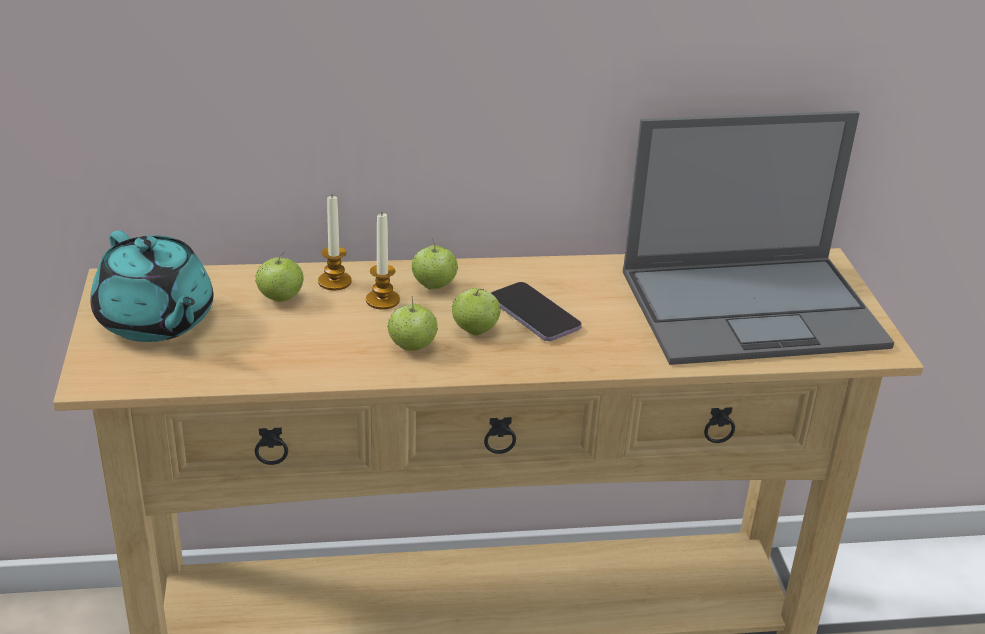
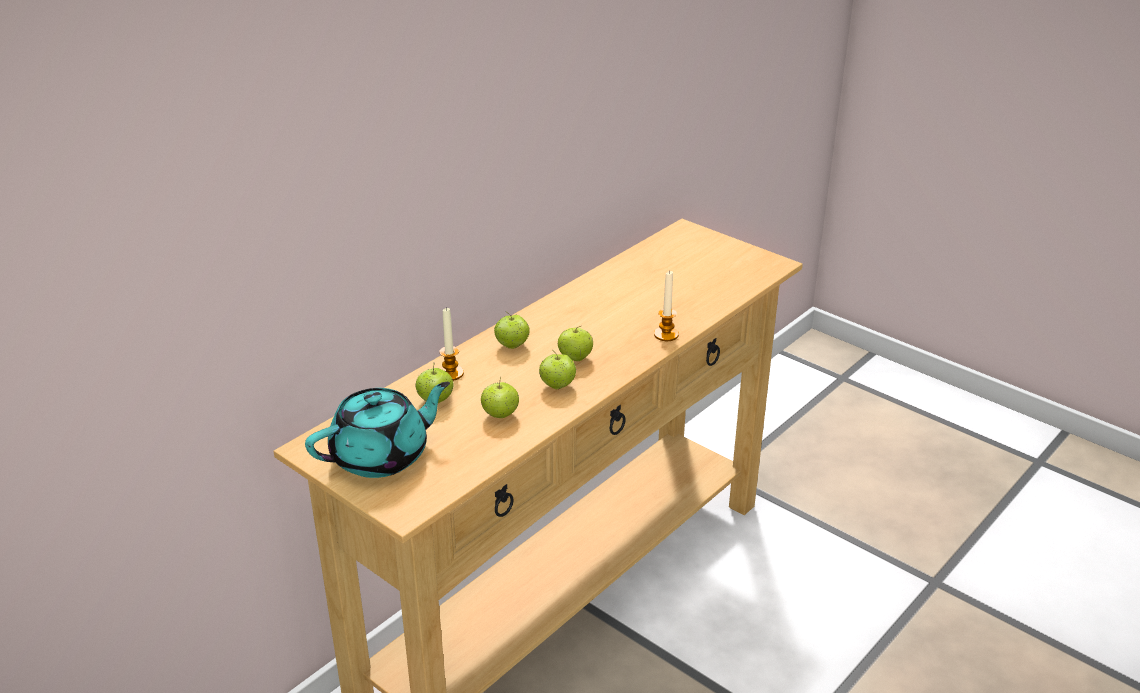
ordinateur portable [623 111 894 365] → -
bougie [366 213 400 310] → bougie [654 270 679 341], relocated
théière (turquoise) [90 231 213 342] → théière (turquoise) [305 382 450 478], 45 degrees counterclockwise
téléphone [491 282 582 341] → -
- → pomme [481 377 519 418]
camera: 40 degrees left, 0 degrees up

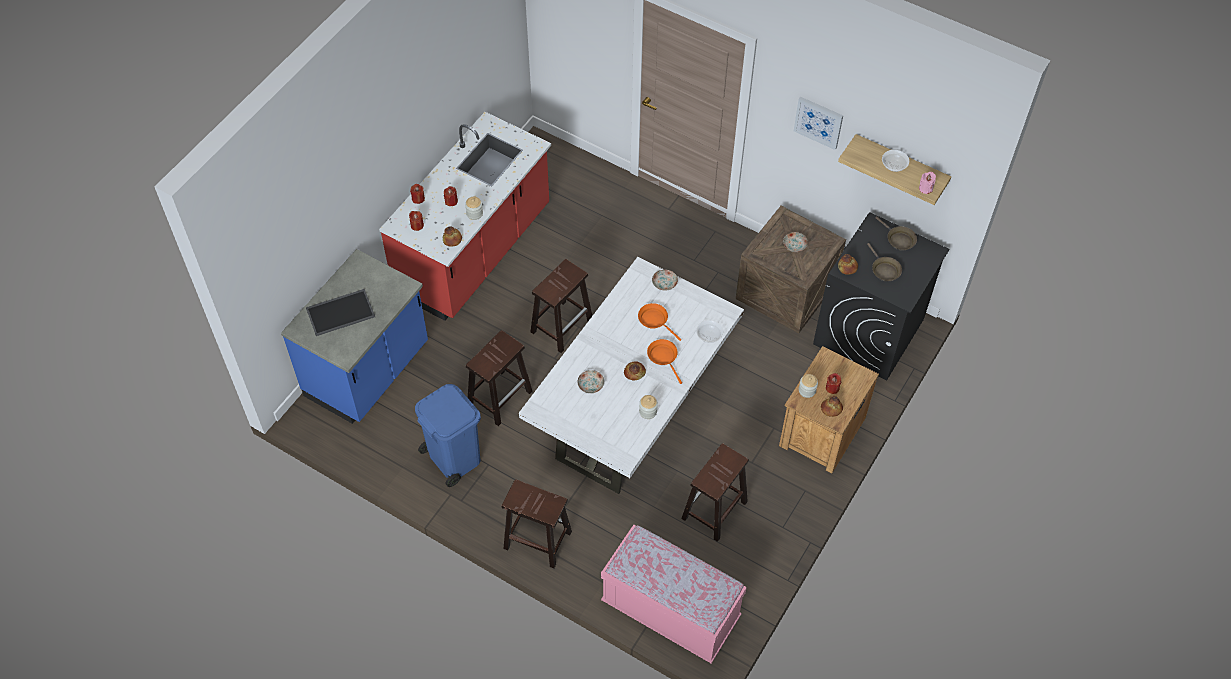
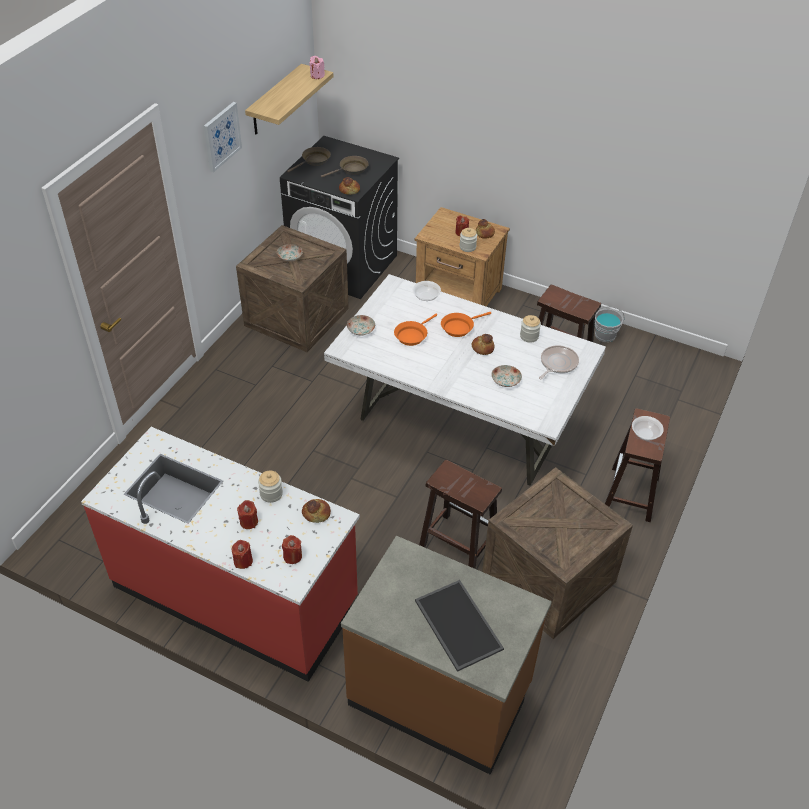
bol [882 150 909 172] → bol [632 416 664 440], relocated
comptoir de cuisine (bleu) [281 249 428 424] → comptoir de cuisine (marron) [341 536 552 774]
tabouret (marron) [531 259 592 353] → -
poubelle (bleu) [415 384 481 487] → caisse [482 467 633 639]
banc (rose) [601 525 747 664] → -
- → seau (gris) [595 307 625 342]
- → poêle [539 345 579 379]
camera: 95 degrees left, 10 degrees down

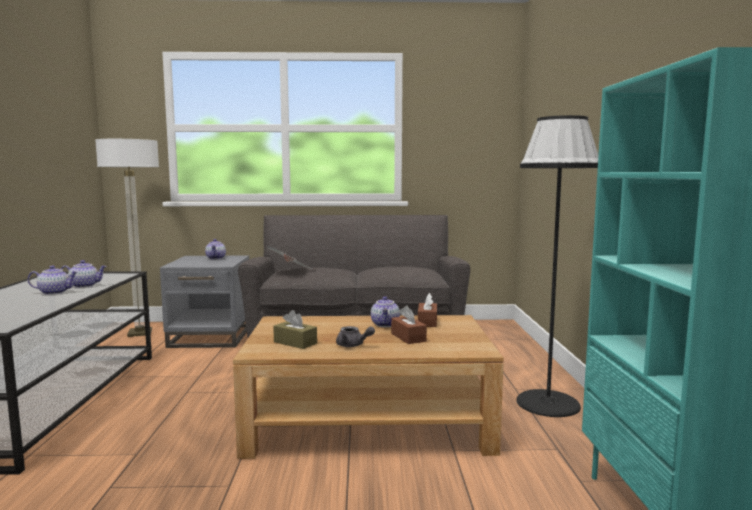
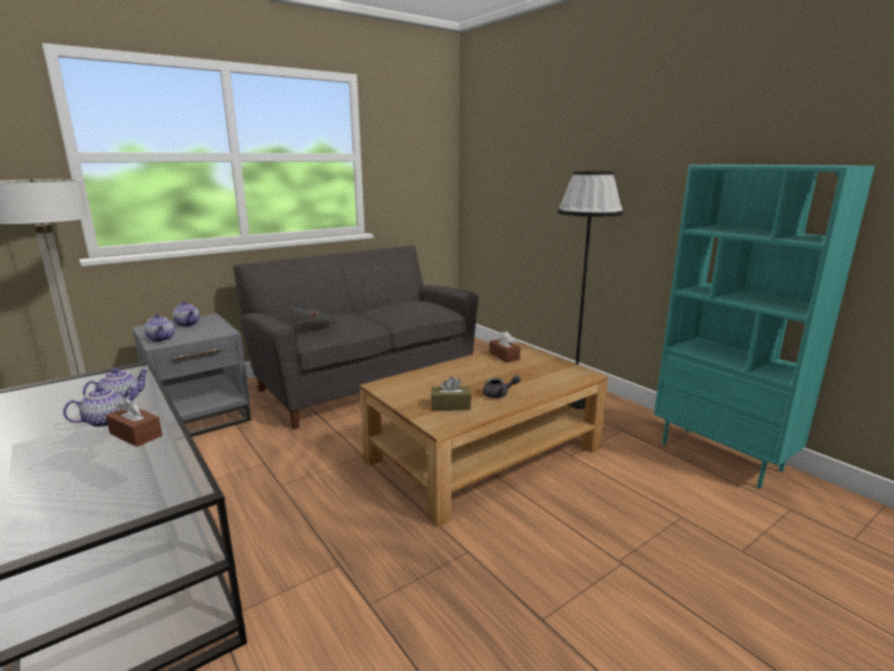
théière [371 296 400 327] → théière [144 314 175 342], relocated
boîte à mouchoirs (marron) [391 305 427 344] → boîte à mouchoirs (marron) [106 397 162 447], relocated
camera: 35 degrees left, 10 degrees up

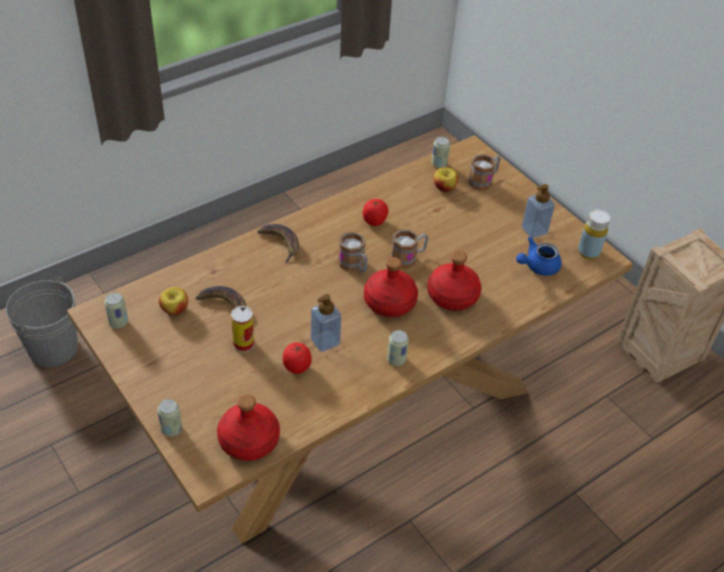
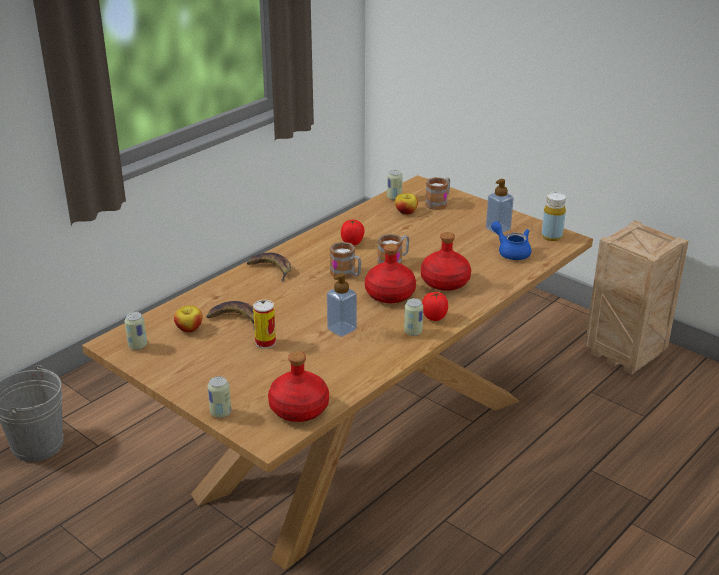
théière (bleu) [516 237 562 276] → théière (bleu) [491 221 531 260], 90 degrees clockwise
tomate [283 342 312 374] → tomate [422 292 448 321], relocated
camera: 10 degrees left, 15 degrees down

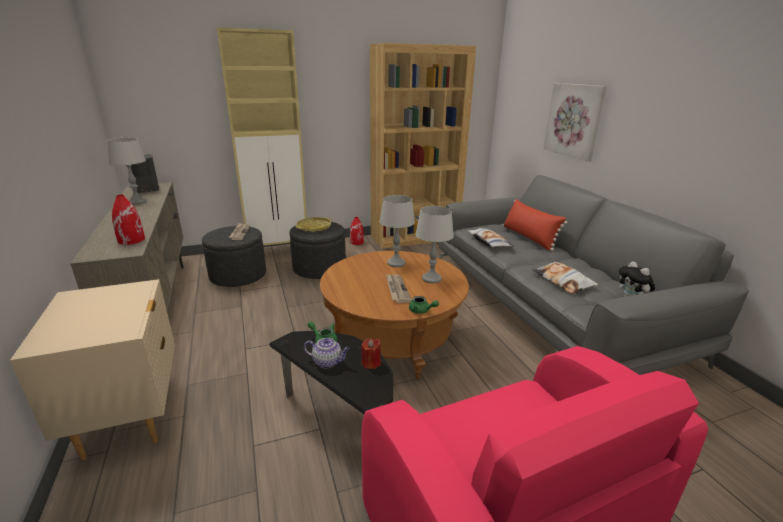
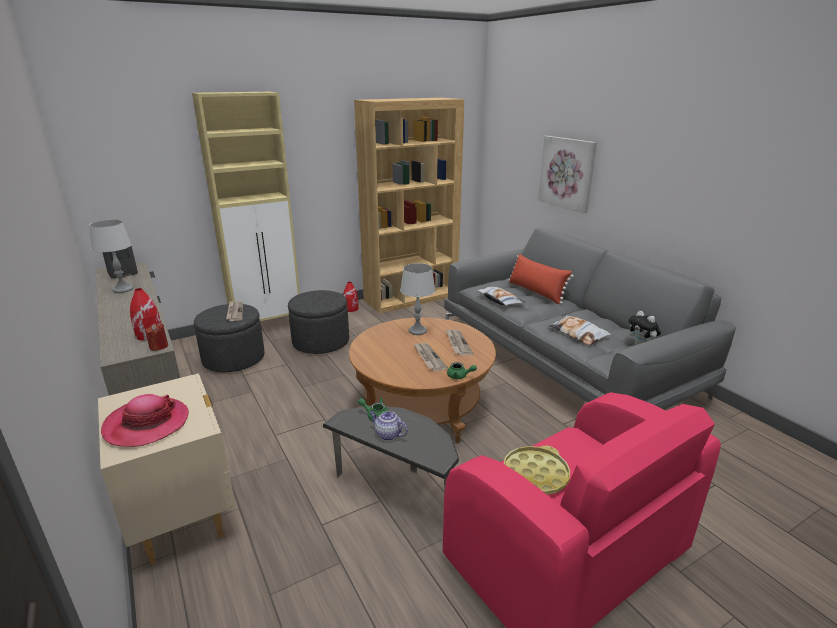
lampe de table (gris) [415 206 454 283] → journal [446 329 473 356]
plateau (jaune) [296 217 332 232] → plateau (jaune) [504 445 570 495], relocated
théière [304 338 350 368] → théière [369 411 408 441], 150 degrees counterclockwise
bougie (rouge) [361 338 381 369] → bougie (rouge) [145 323 168 351], relocated
- → chapeau [101 394 189 447]
camera: 10 degrees left, 0 degrees up

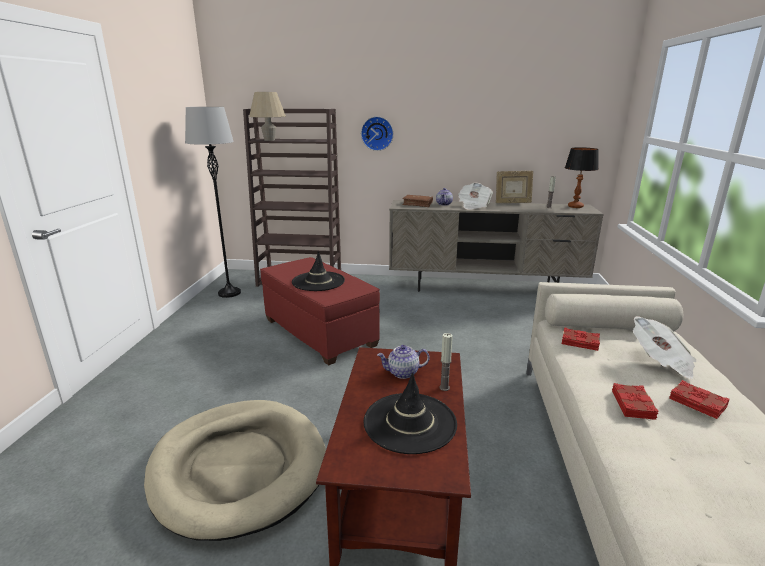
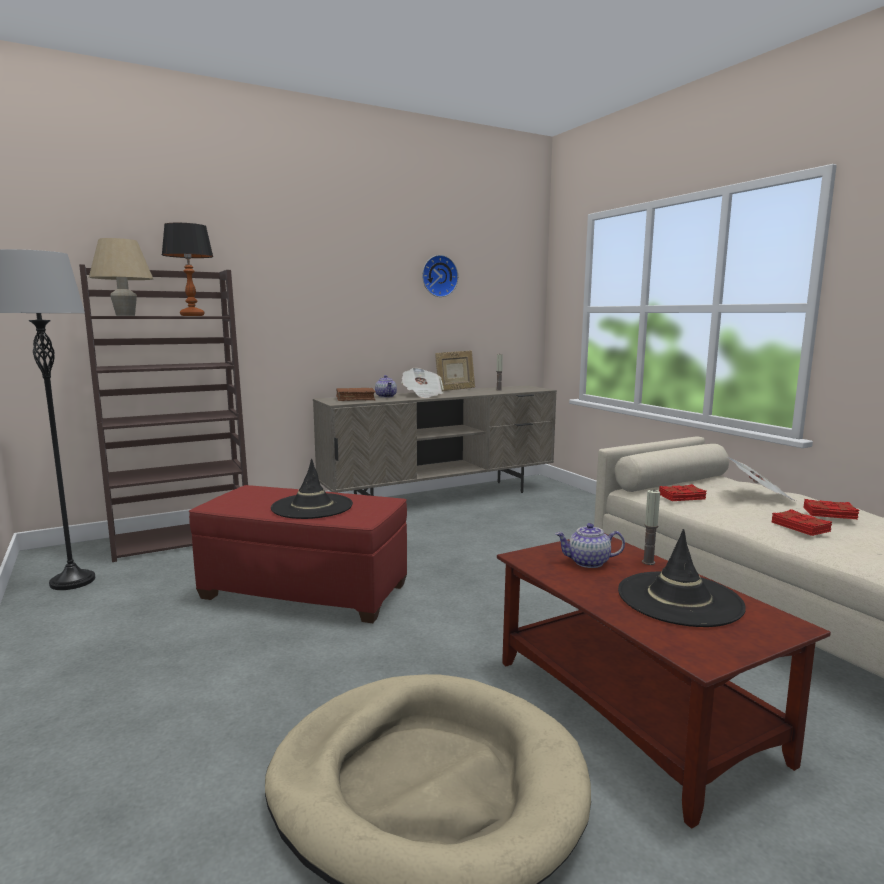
horloge murale [361 116 394 151] → horloge murale [422 255 458 297], relocated
lampe de table [565 147 599 208] → lampe de table [162 223 214 316], relocated
théière [377 345 430 379] → théière [555 523 625 568], 45 degrees clockwise
camera: 35 degrees left, 10 degrees down

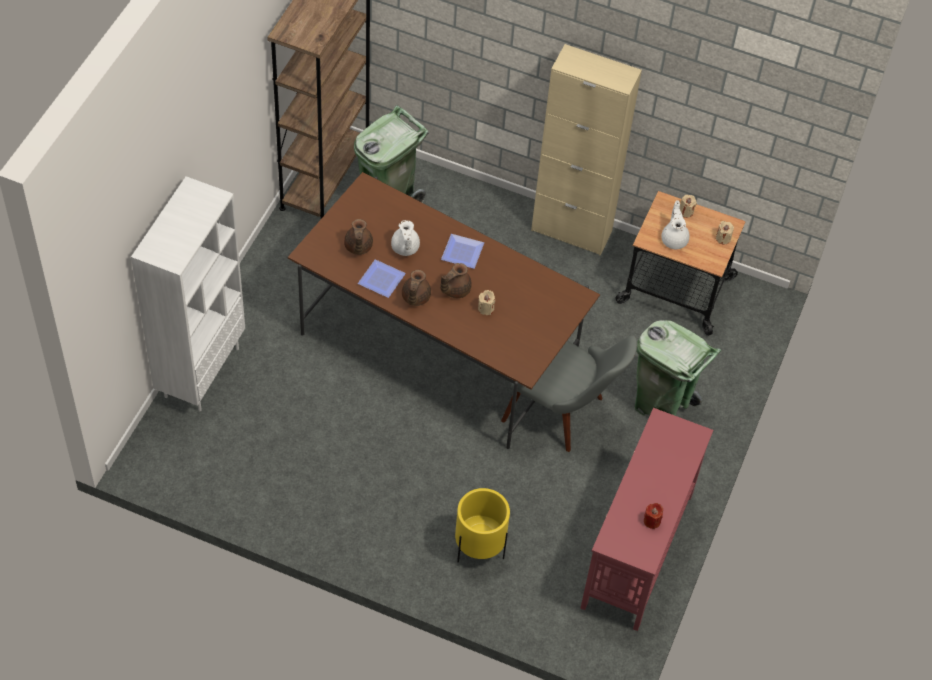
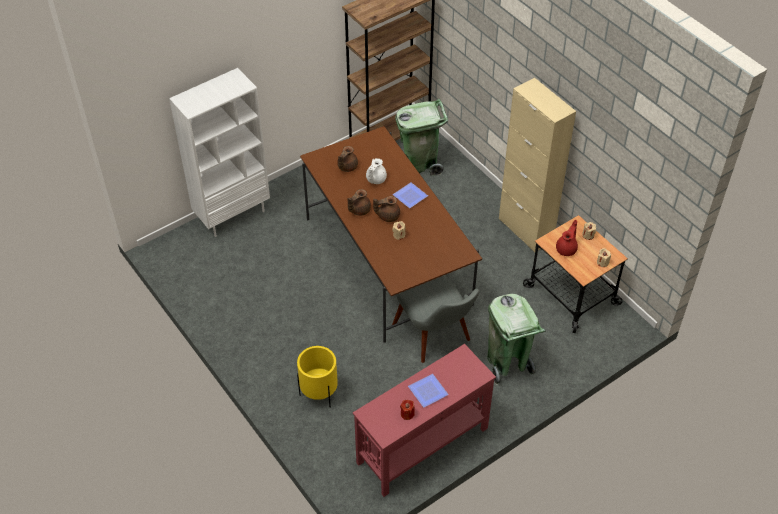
théière (blanc) [661 200 689 249] → théière (rouge) [556 220 578 256]
assiette [358 259 406 298] → assiette [408 374 449 408], relocated
camera: 35 degrees right, 5 degrees down

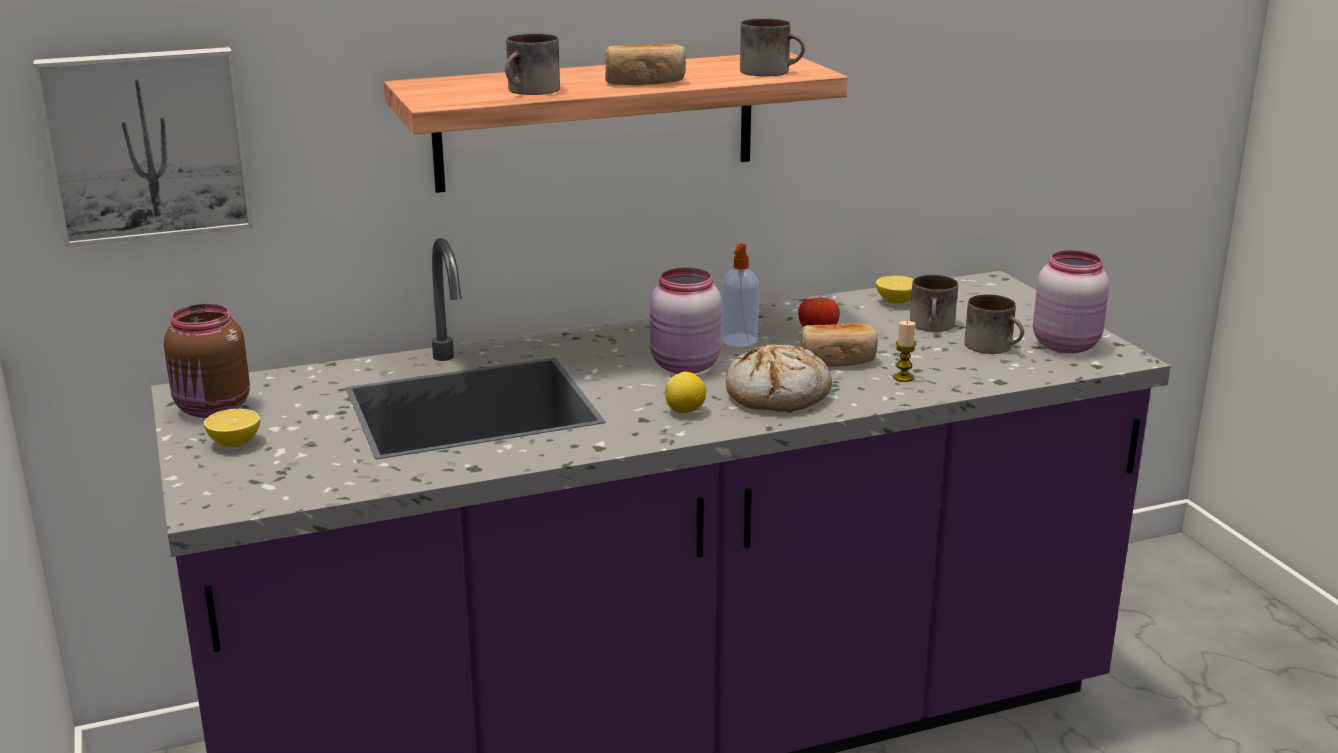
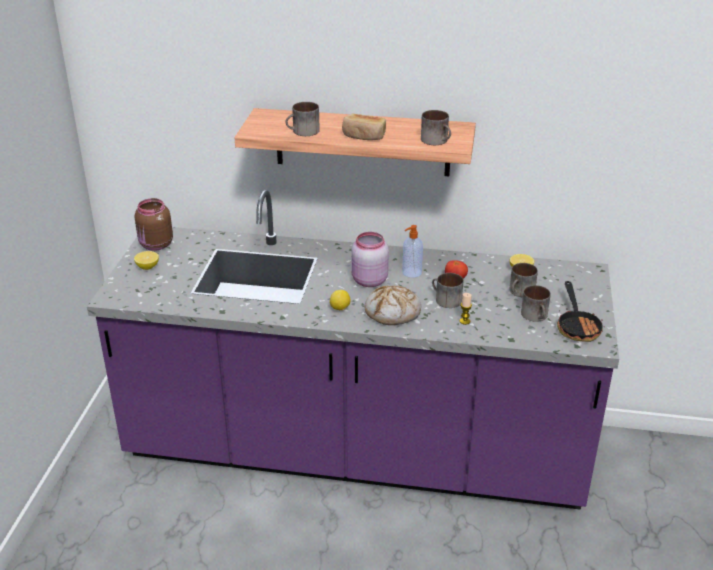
tableau [33 47 253 247] → -
bocal (rose) [1033 251 1109 353] → poêle [557 281 603 342]
pain [801 323 878 367] → mug [432 273 463 308]
camera: 30 degrees right, 10 degrees up

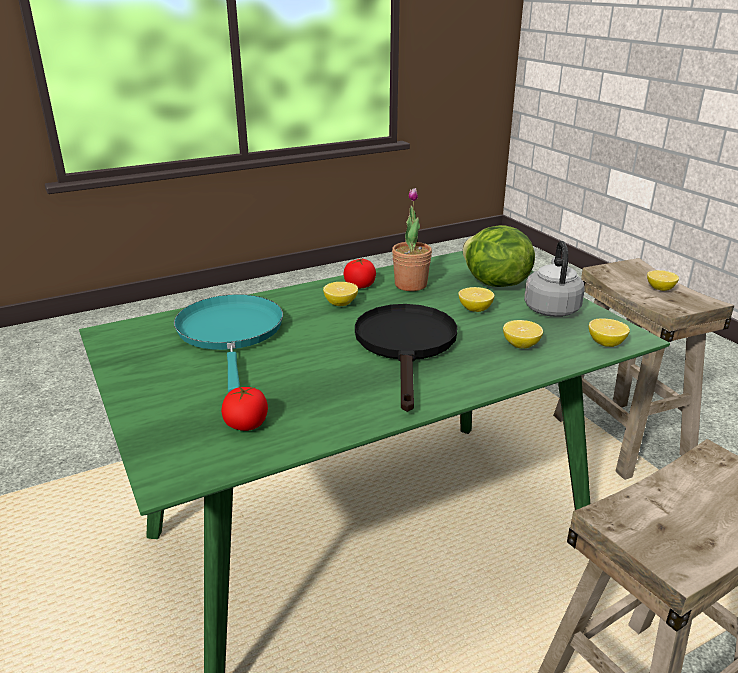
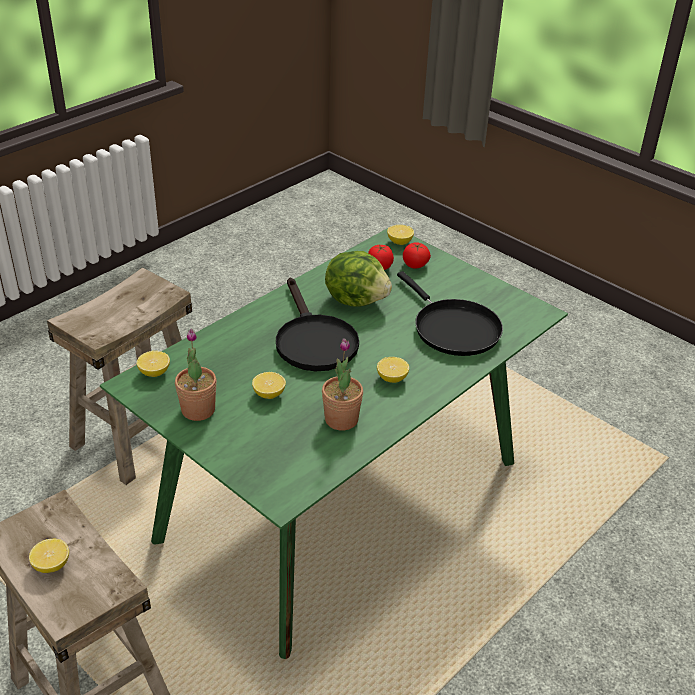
laitue [462 225 535 287] → laitue [325 251 392 307], relocated
bouilloire (gris) [524 241 585 317] → plante en pot [175 329 217 421]
tomate [344 258 376 289] → tomate [403 242 431 269], relocated
poêle (turquoise) [174 294 283 392] → poêle (noir) [397 271 503 356]
citron [503 320 543 348] → citron [387 225 414 245], relocated
camera: 160 degrees right, 10 degrees up

